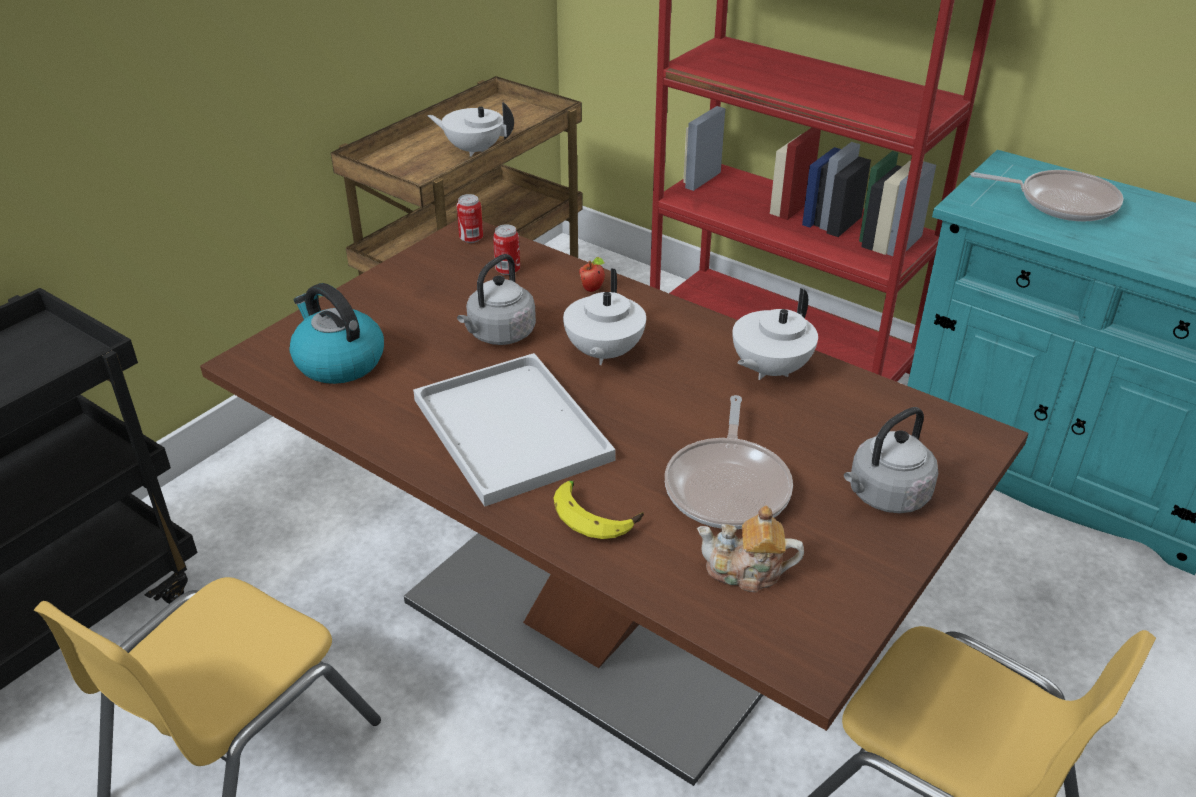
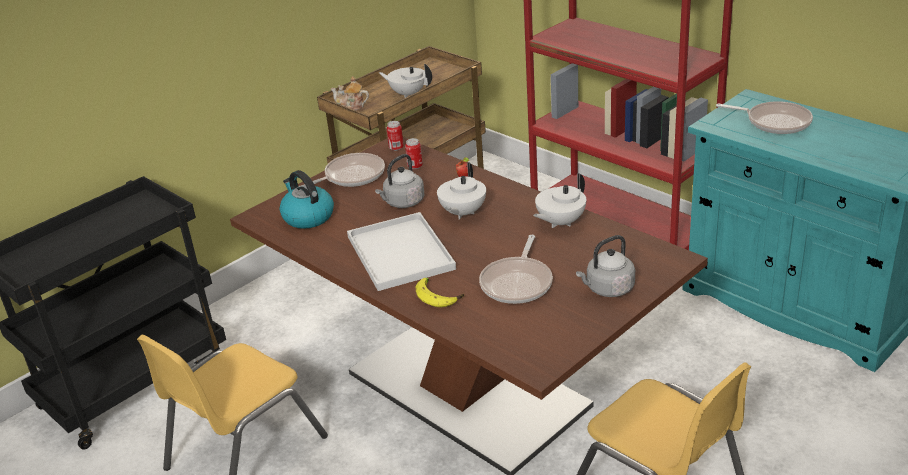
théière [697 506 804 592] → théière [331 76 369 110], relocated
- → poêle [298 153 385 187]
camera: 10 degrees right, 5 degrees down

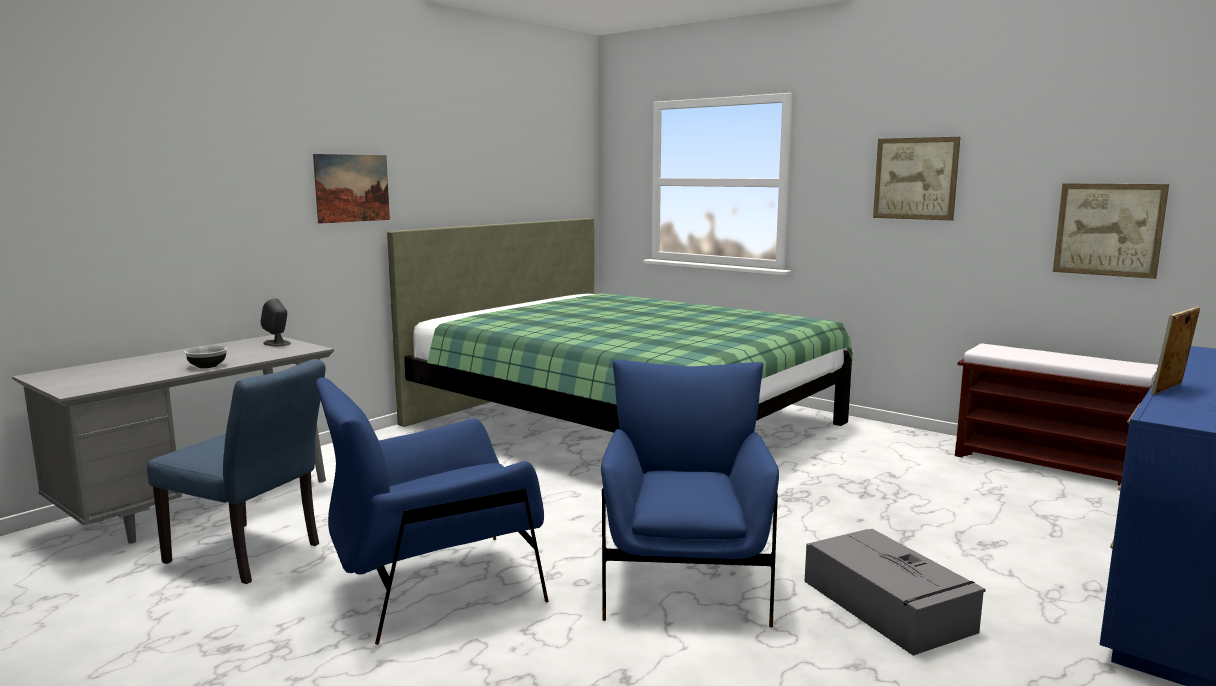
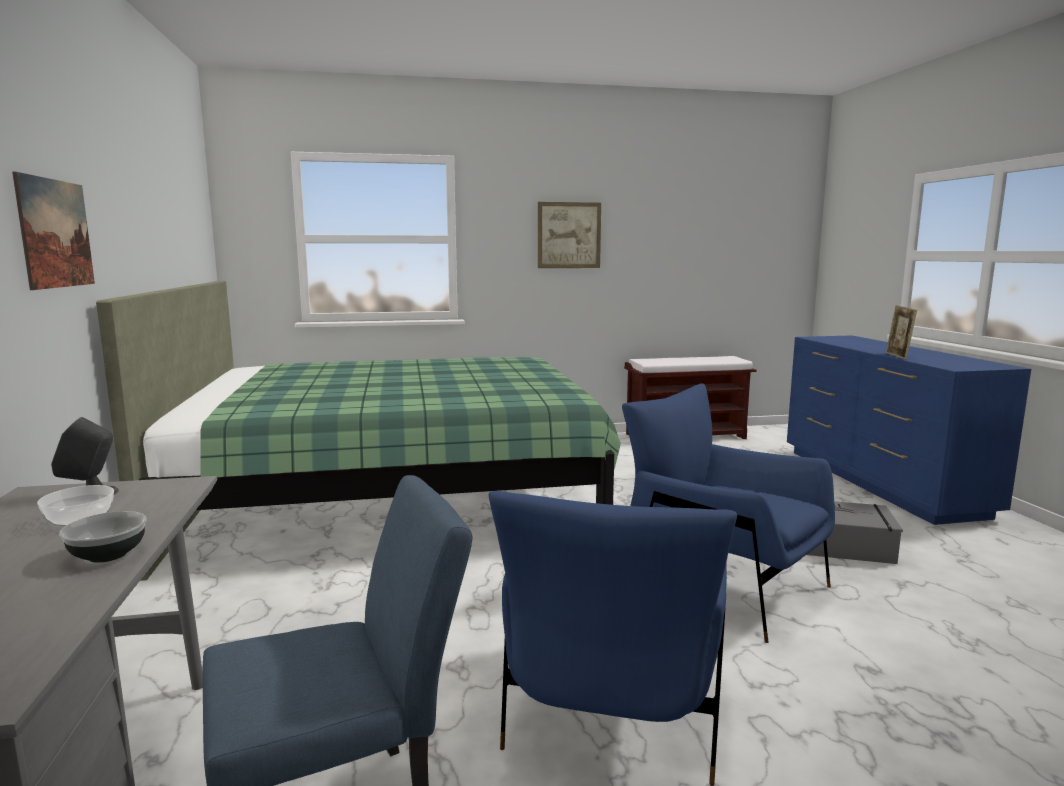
tableau [1053 183 1169 279] → -
- → bol [37 485 114 527]
camera: 50 degrees left, 0 degrees up

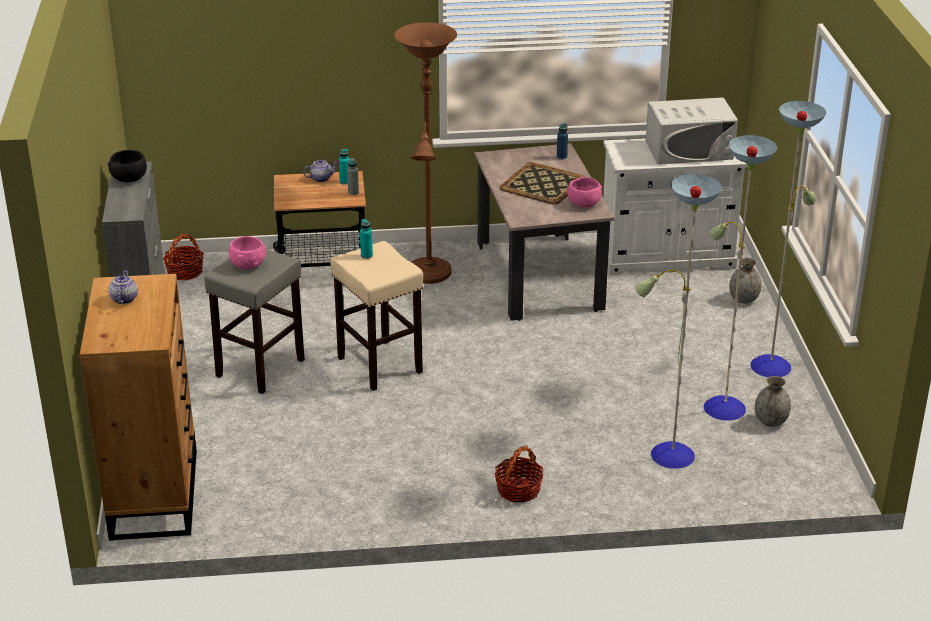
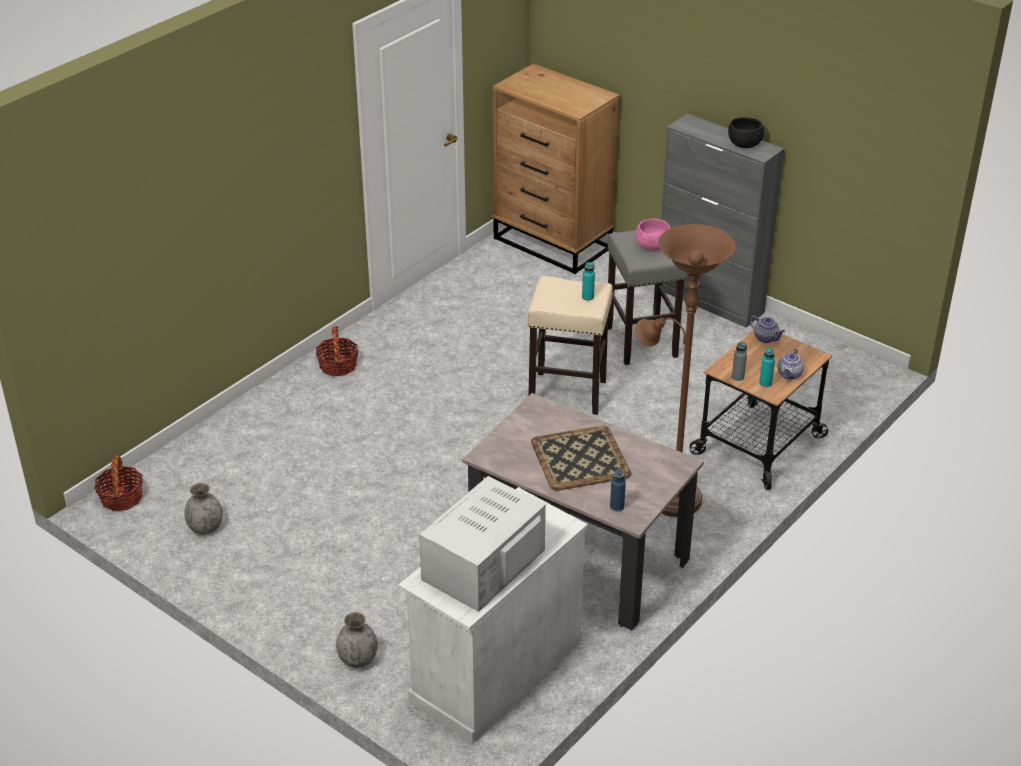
lampadaire [635 101 826 469] → -
bol (rose) [568 177 602 207] → -
panier [163 234 204 280] → panier [94 455 143 511], relocated
théière [109 270 138 304] → théière [750 316 785 343], relocated
camera: 135 degrees right, 5 degrees up

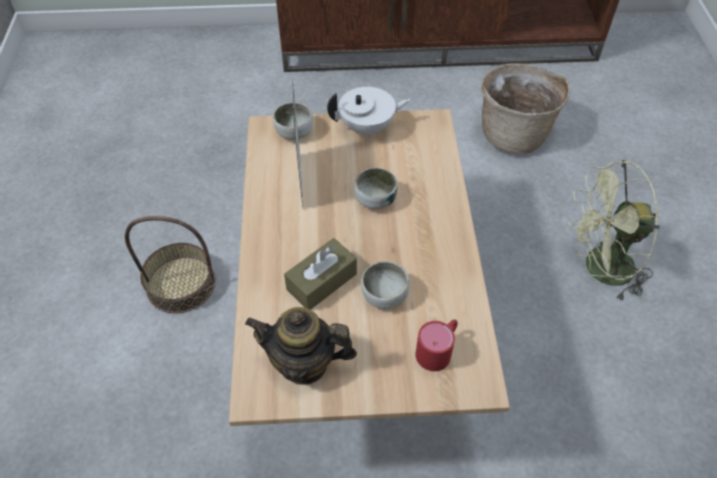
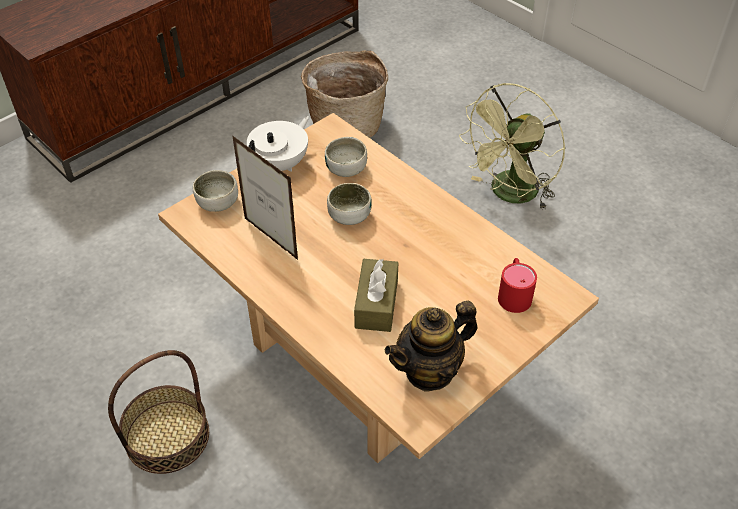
bol [361 261 410 309] → bol [325 137 367 177], relocated
camera: 40 degrees left, 5 degrees down

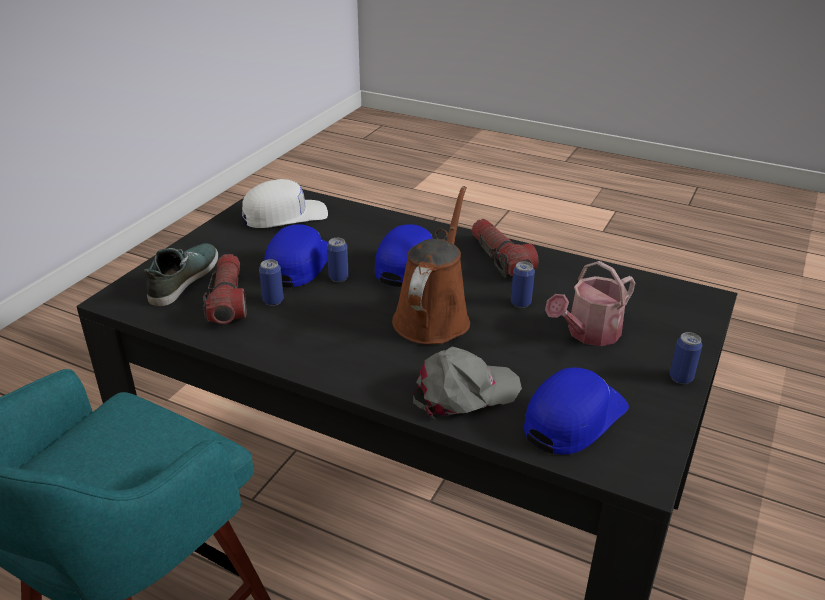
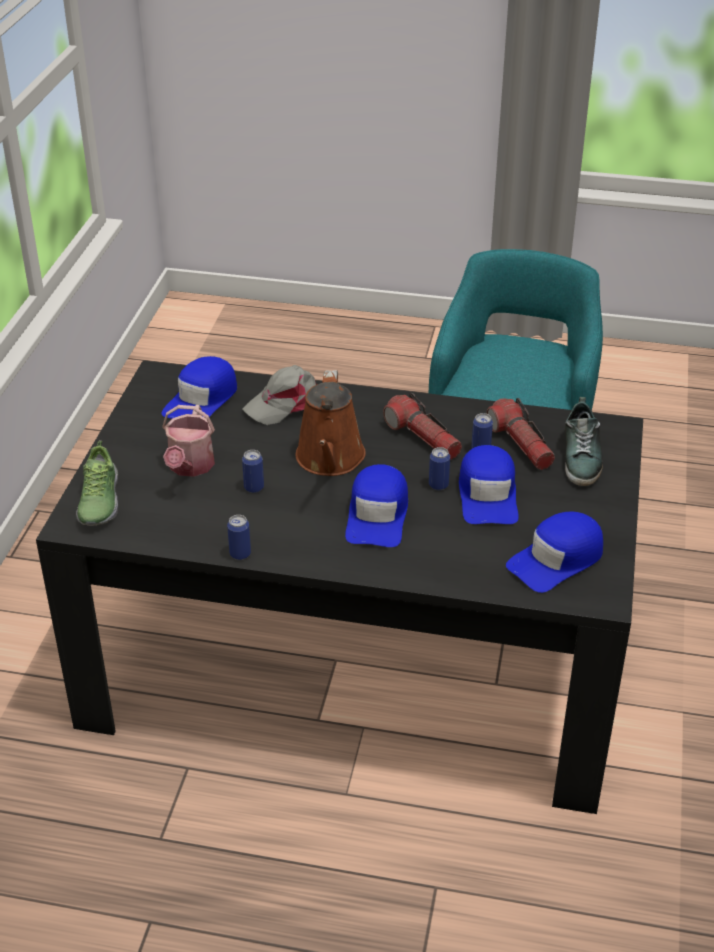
casquette (blanc) [241 179 328 228] → casquette (bleu) [506 511 603 593]
lampe de poche [472 219 539 278] → lampe de poche [383 393 462 460], relocated
arrosoir [545 261 635 346] → arrosoir [162 405 215 477], 150 degrees clockwise
boîte métallique [670 332 702 384] → boîte métallique [227 515 251 560], relocated
- → chaussure [76 441 118 526]
camera: 165 degrees right, 5 degrees up

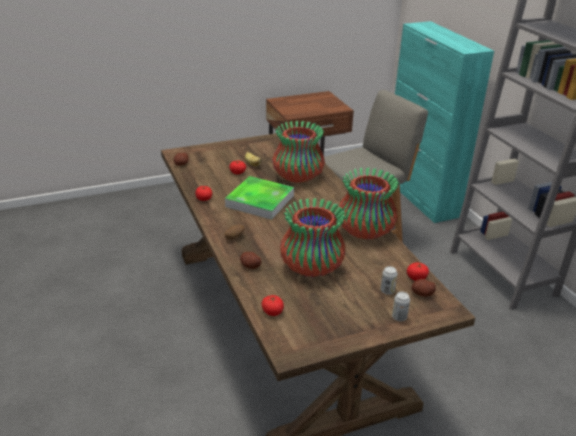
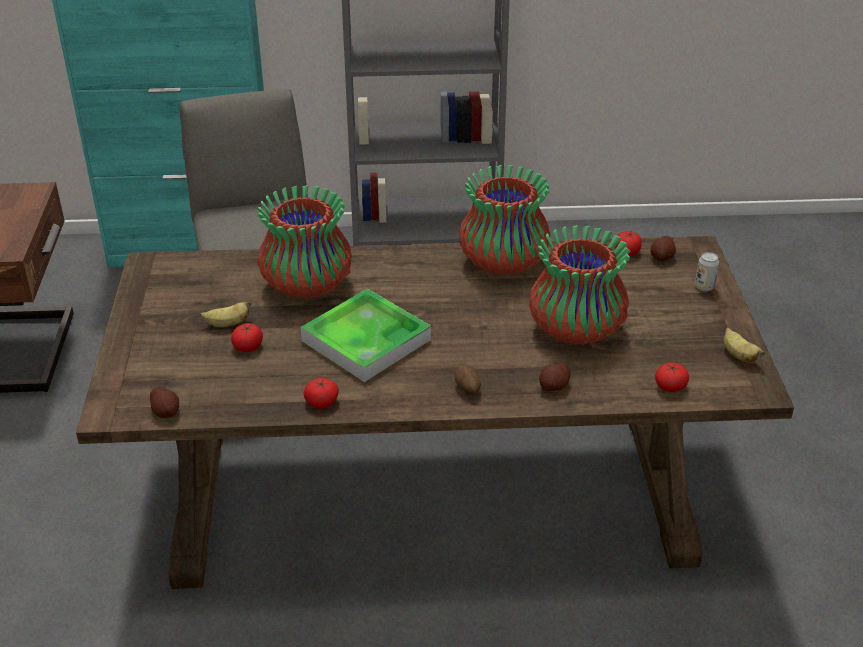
boîte métallique [381 266 398 295] → -
- → banane [724 328 765 363]
camera: 70 degrees left, 5 degrees up

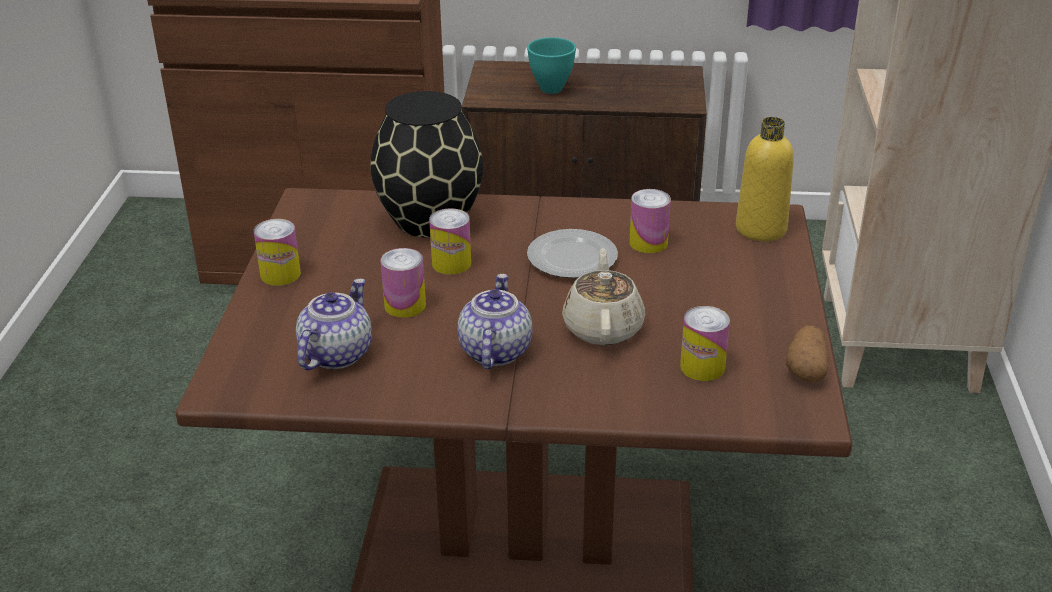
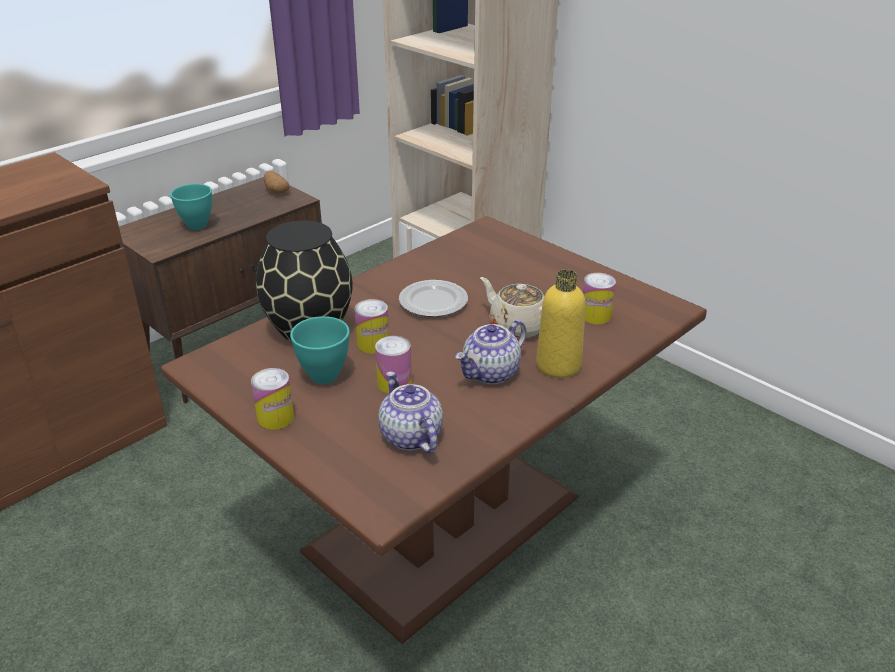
bouteille (jaune) [736 117 794 241] → bouteille (jaune) [536 269 586 378], relocated
boîte métallique [629 189 671 253] → -
théière [458 274 533 369] → théière [455 320 527 384], 90 degrees counterclockwise
pomme de terre [786 325 828 383] → pomme de terre [264 171 289 194], relocated
- → bol (turquoise) [290 316 350 384]
camera: 50 degrees left, 0 degrees up

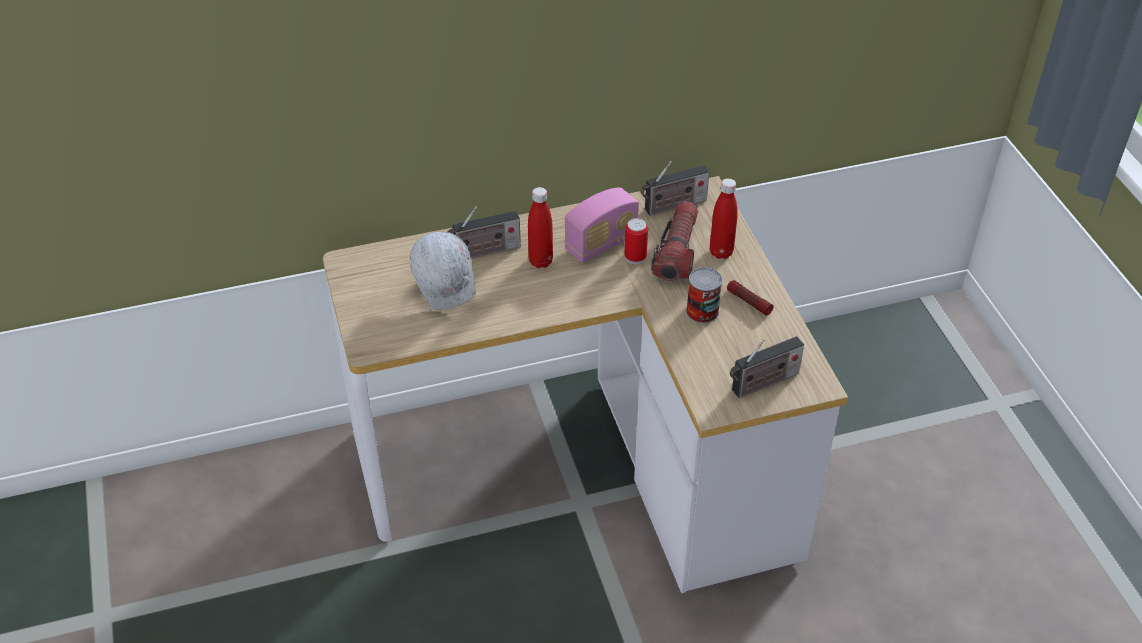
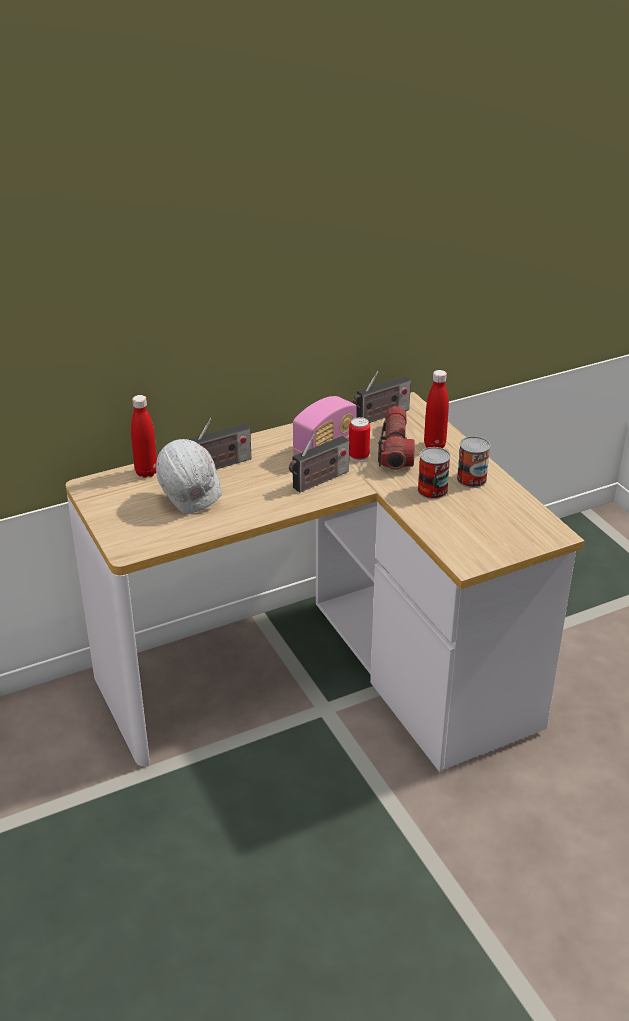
bouteille (rouge) [528 187 553 268] → bouteille (rouge) [131 395 157 478], relocated
lampe de poche [727 280 774 316] → boîte métallique [457 436 490 488]
radio [730 336 804 398] → radio [289 433 350 493], relocated
camera: 10 degrees left, 10 degrees down

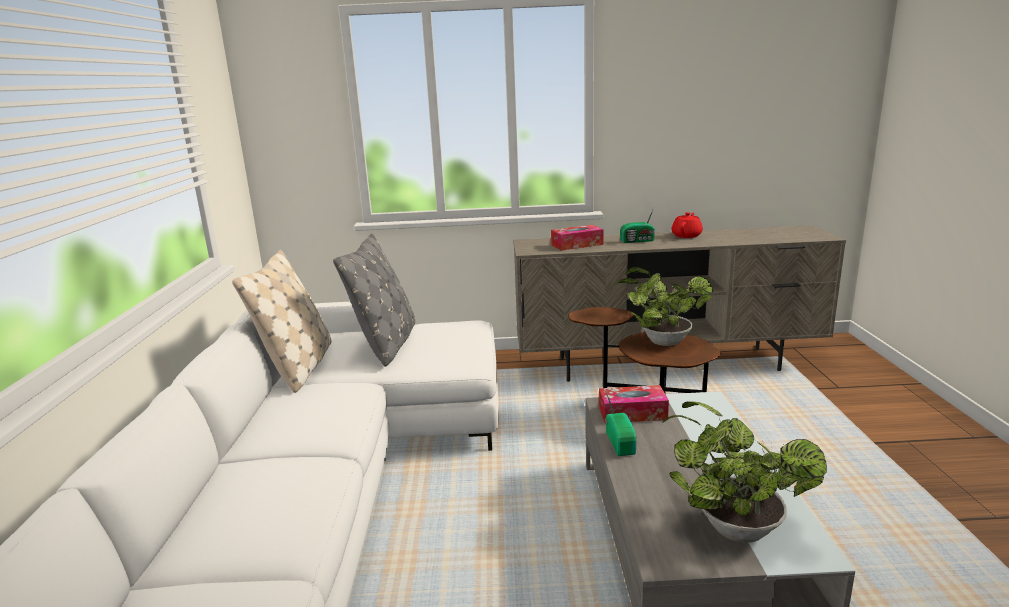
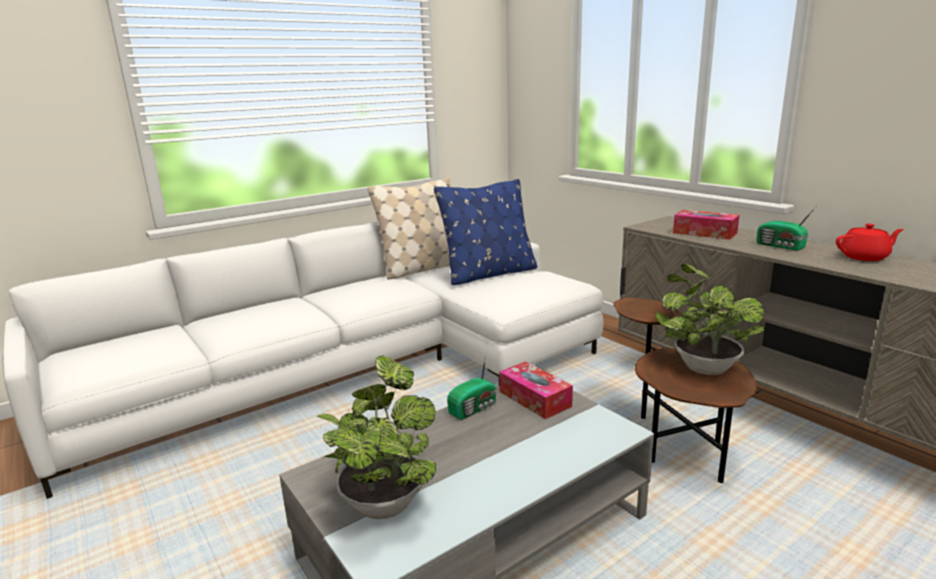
coussin (gris) [333 234 415 367] → coussin (bleu) [434 179 537 285]
camera: 55 degrees right, 0 degrees up

